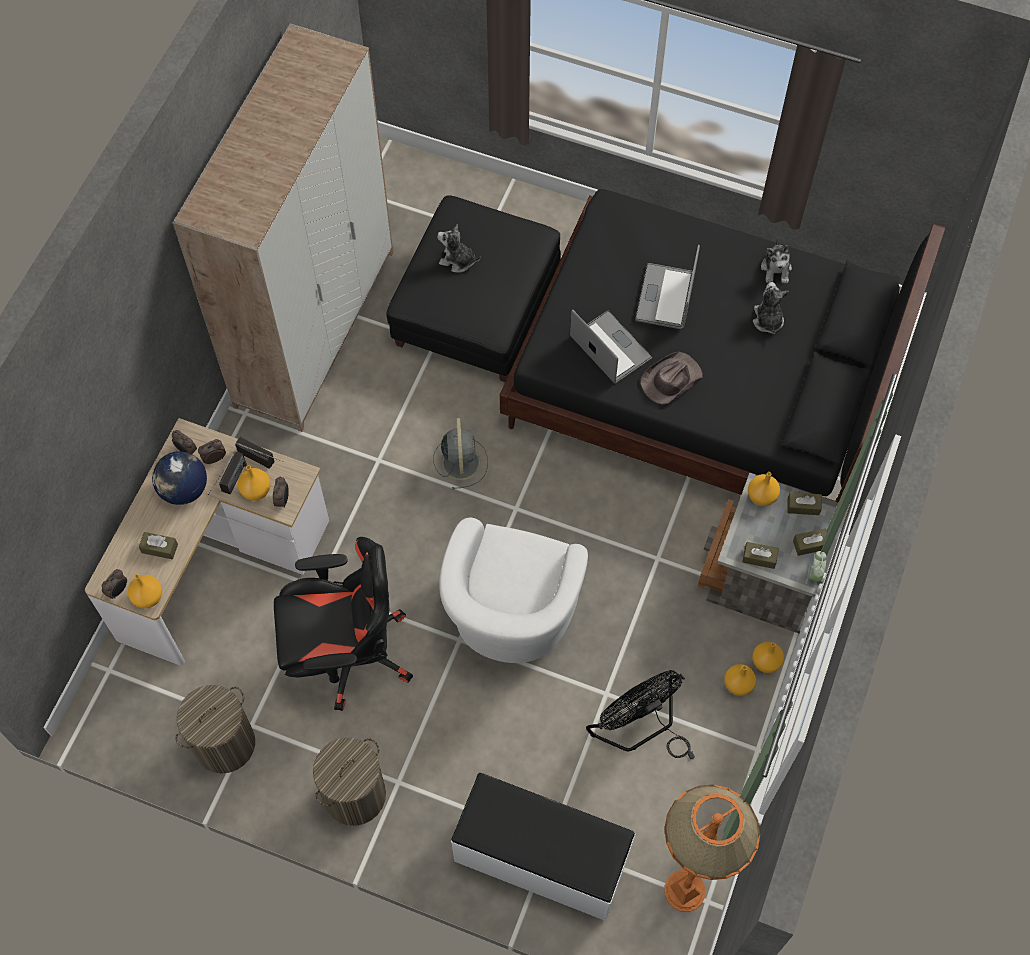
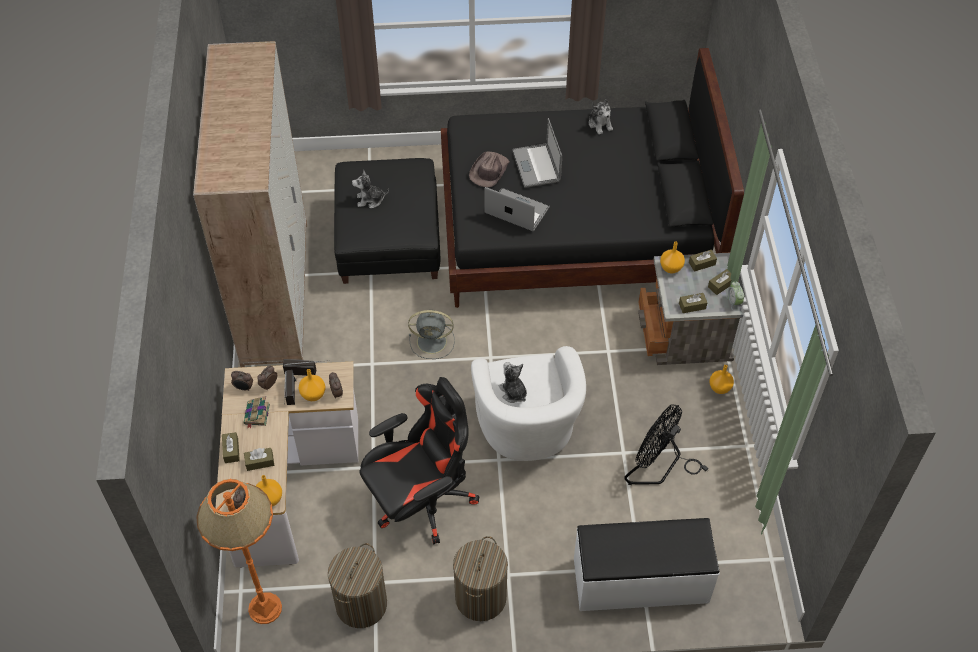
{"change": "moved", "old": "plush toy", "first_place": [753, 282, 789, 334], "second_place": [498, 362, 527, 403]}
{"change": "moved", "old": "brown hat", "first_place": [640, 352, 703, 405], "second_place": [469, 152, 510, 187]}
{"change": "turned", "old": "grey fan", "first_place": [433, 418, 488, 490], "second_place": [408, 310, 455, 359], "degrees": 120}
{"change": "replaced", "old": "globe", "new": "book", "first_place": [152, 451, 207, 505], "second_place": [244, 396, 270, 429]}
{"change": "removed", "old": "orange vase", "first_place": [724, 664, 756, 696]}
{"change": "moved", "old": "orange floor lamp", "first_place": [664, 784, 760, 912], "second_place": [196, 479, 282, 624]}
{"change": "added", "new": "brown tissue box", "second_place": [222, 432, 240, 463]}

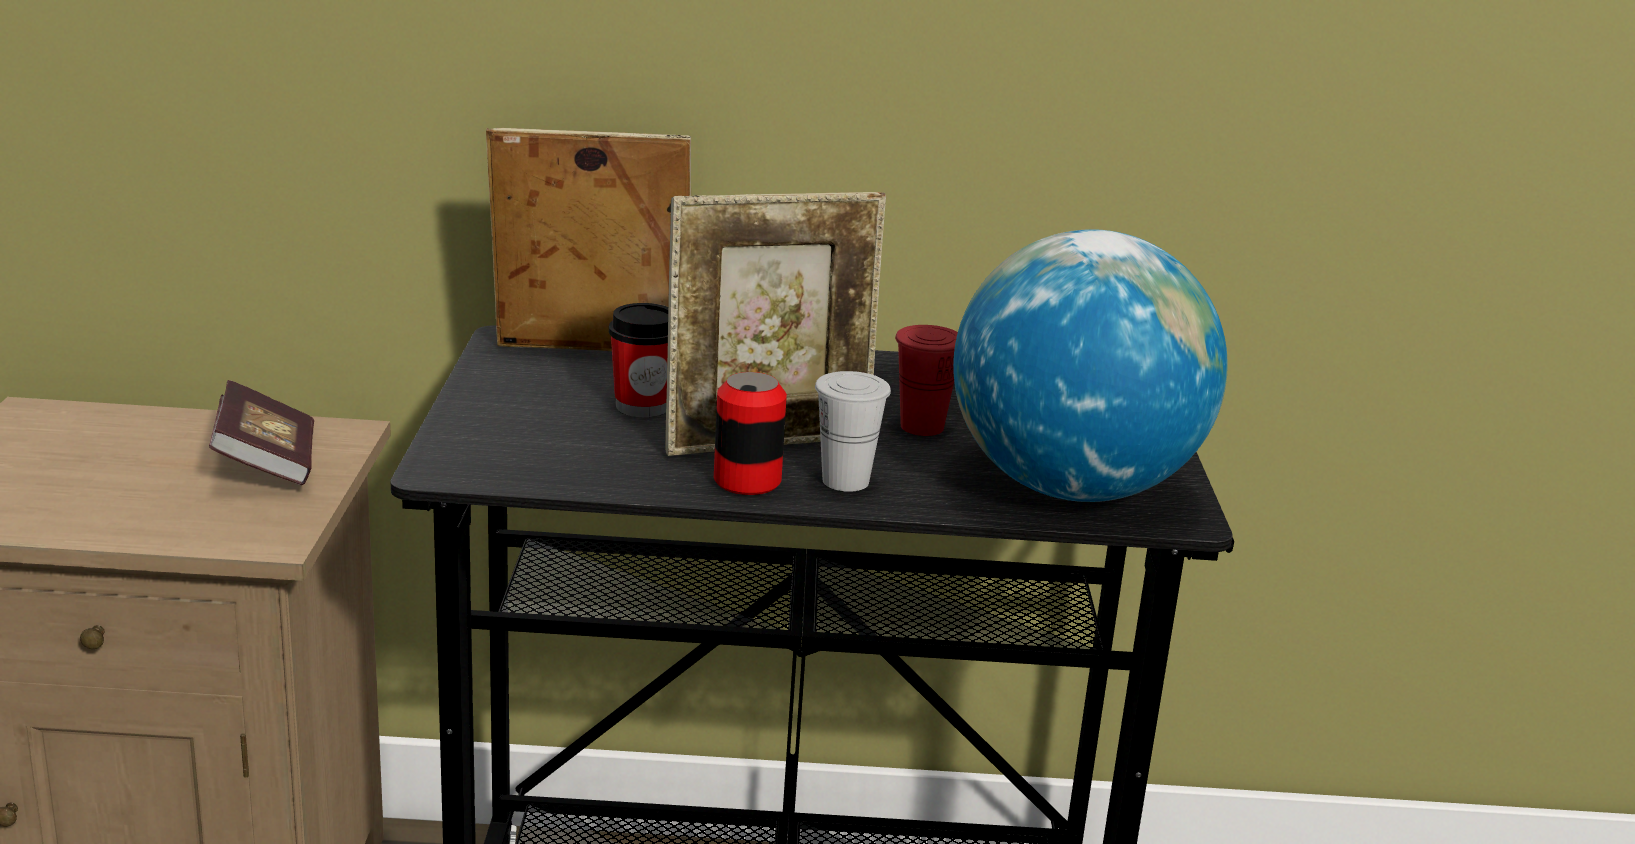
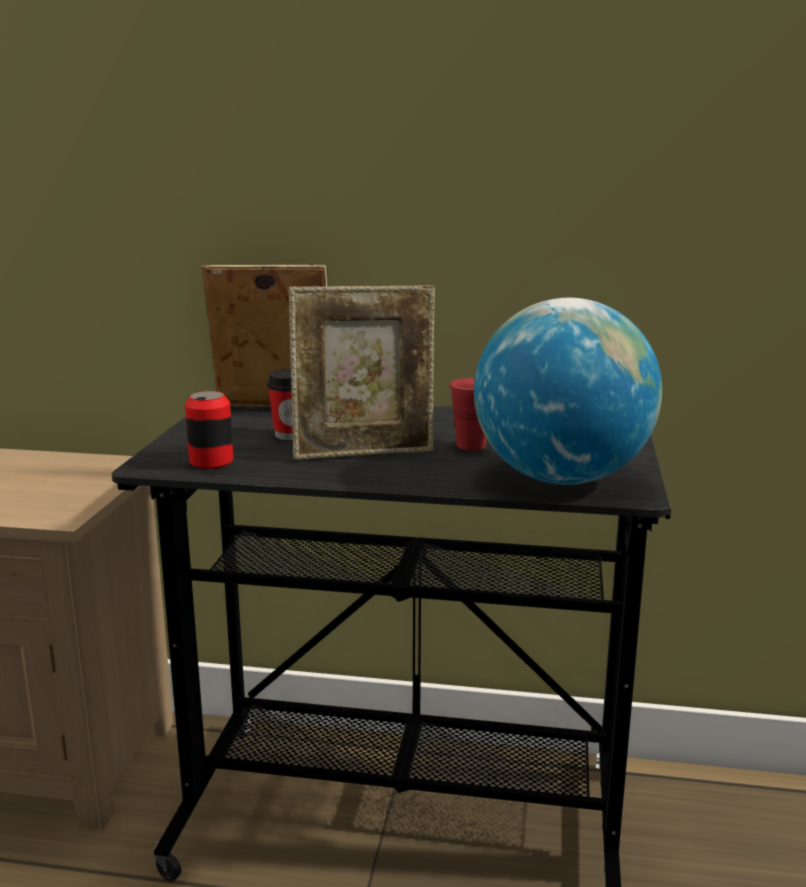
{"change": "removed", "old": "white cup", "first_place": [815, 371, 891, 492]}
{"change": "moved", "old": "can", "first_place": [714, 372, 787, 495], "second_place": [185, 391, 233, 469]}
{"change": "removed", "old": "book", "first_place": [209, 380, 314, 485]}

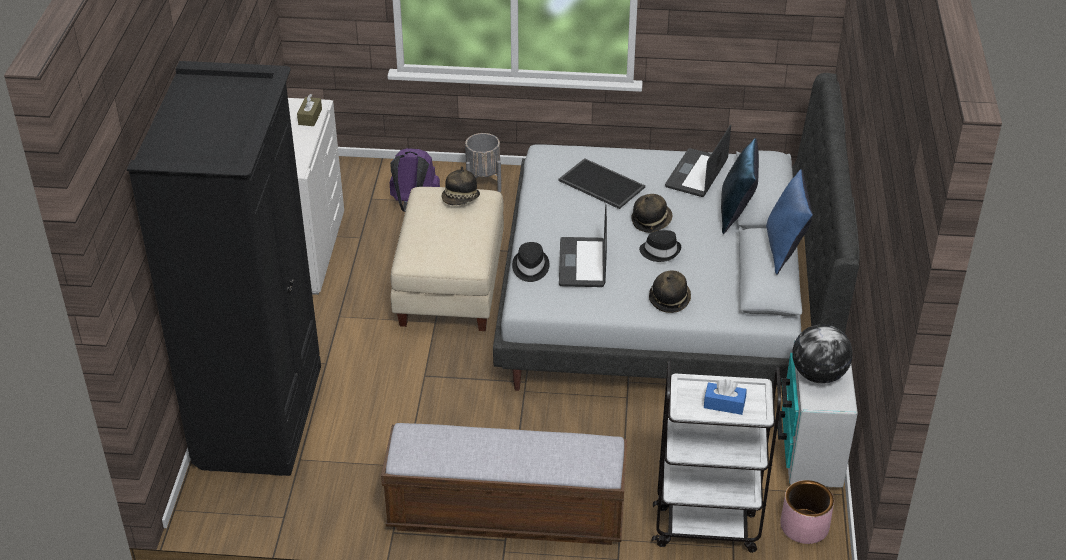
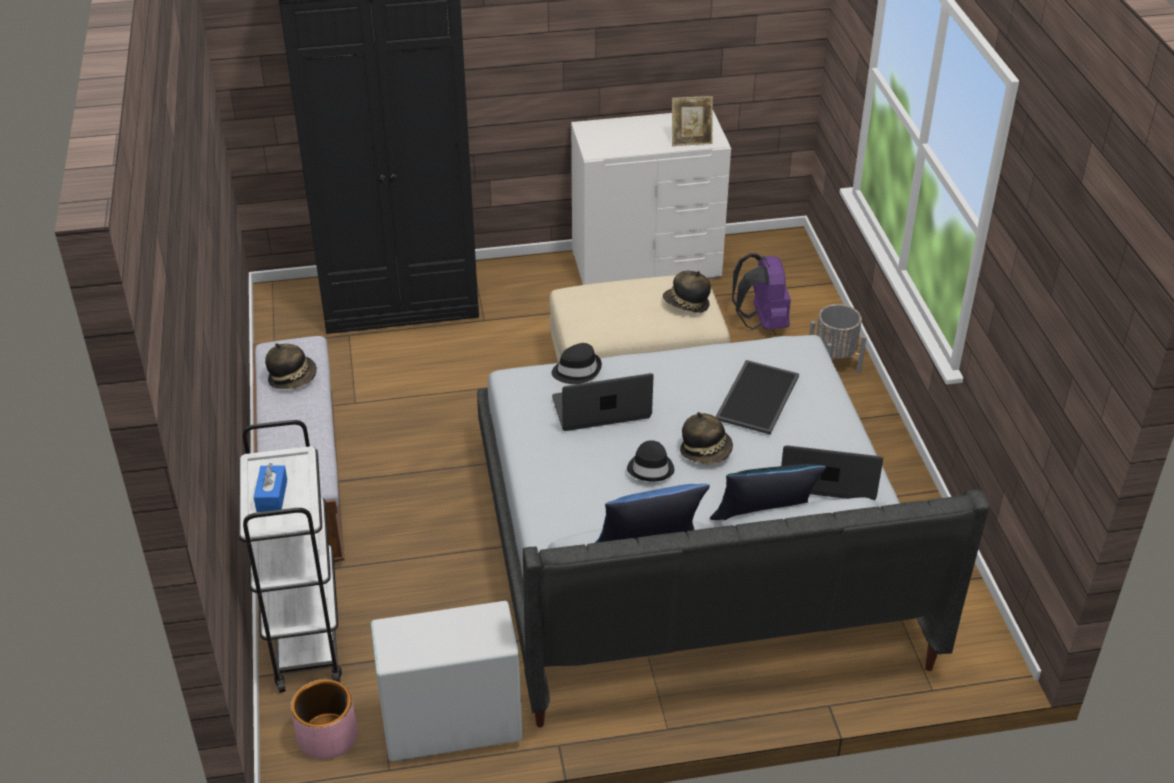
{"change": "replaced", "old": "brown tissue box", "new": "picture frame", "first_place": [297, 94, 322, 126], "second_place": [672, 96, 713, 146]}
{"change": "moved", "old": "hat", "first_place": [649, 270, 691, 313], "second_place": [265, 343, 317, 389]}
{"change": "removed", "old": "globe", "first_place": [792, 324, 853, 384]}

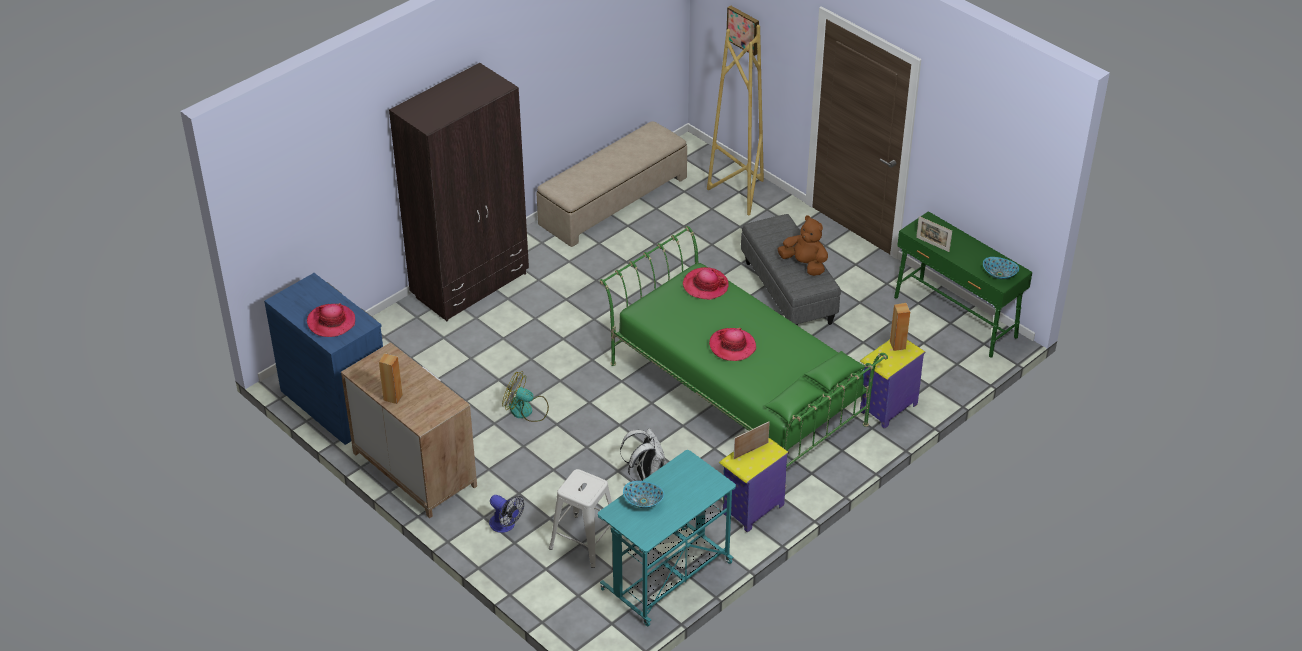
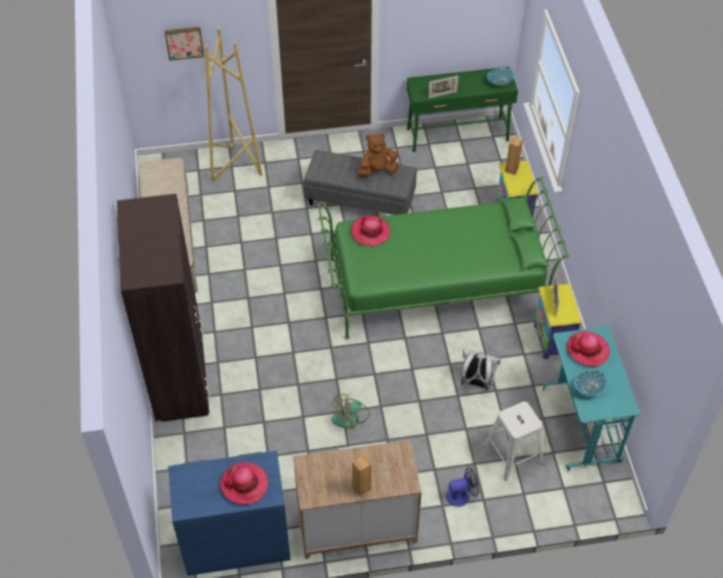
{"change": "moved", "old": "hat", "first_place": [709, 328, 756, 361], "second_place": [567, 331, 610, 367]}

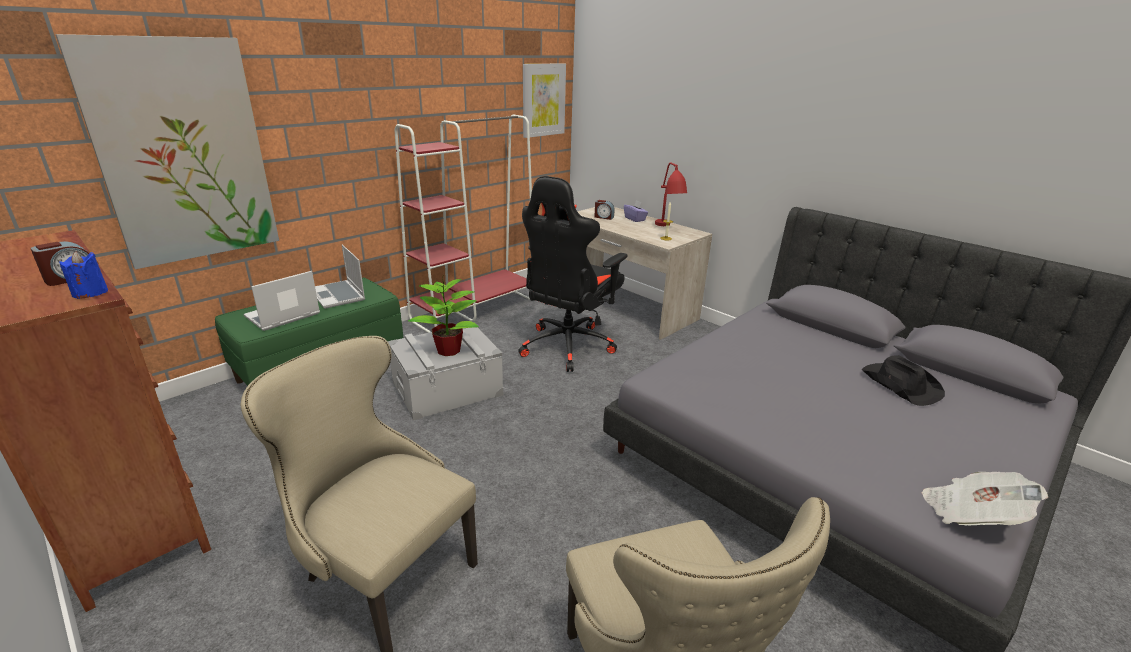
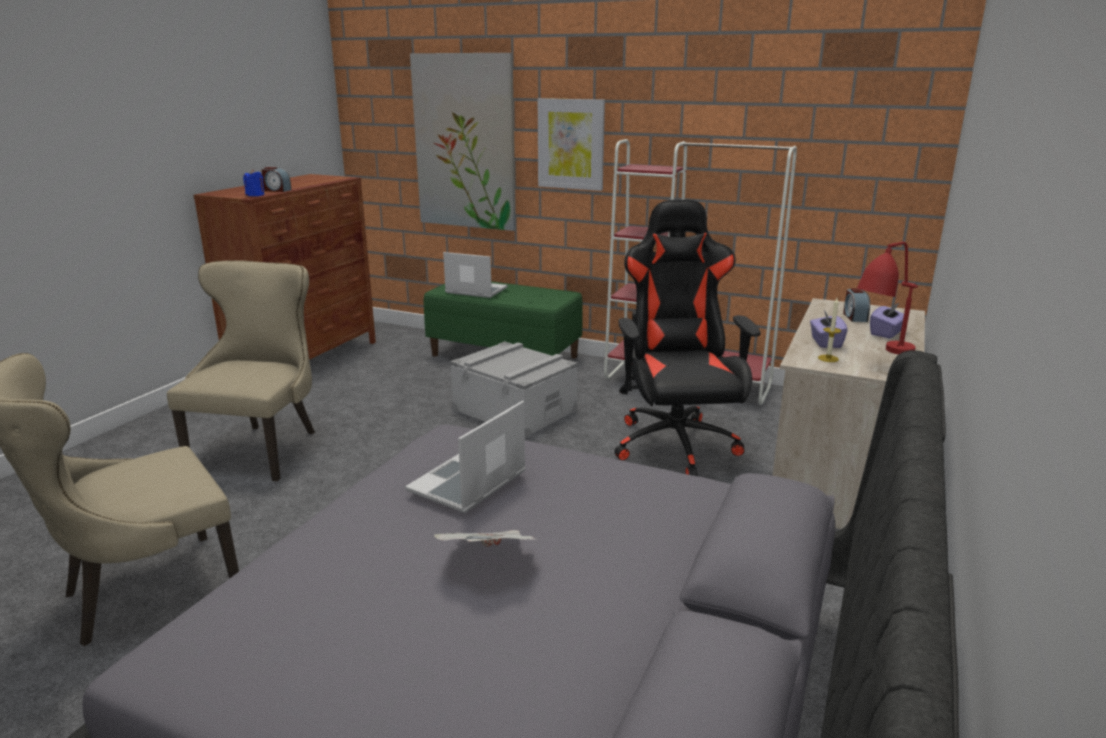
{"change": "moved", "old": "picture", "first_place": [523, 63, 566, 138], "second_place": [538, 98, 605, 191]}
{"change": "turned", "old": "black office chair", "first_place": [518, 176, 627, 372], "second_place": [614, 200, 761, 476], "degrees": 75}
{"change": "moved", "old": "laptop", "first_place": [315, 245, 365, 309], "second_place": [405, 401, 526, 513]}
{"change": "removed", "old": "potted plant", "first_place": [408, 279, 479, 356]}
{"change": "removed", "old": "black hat", "first_place": [862, 355, 945, 406]}
{"change": "moved", "old": "newspaper", "first_place": [922, 472, 1048, 525], "second_place": [434, 530, 535, 547]}
{"change": "added", "new": "purple tissue box", "second_place": [810, 310, 848, 348]}

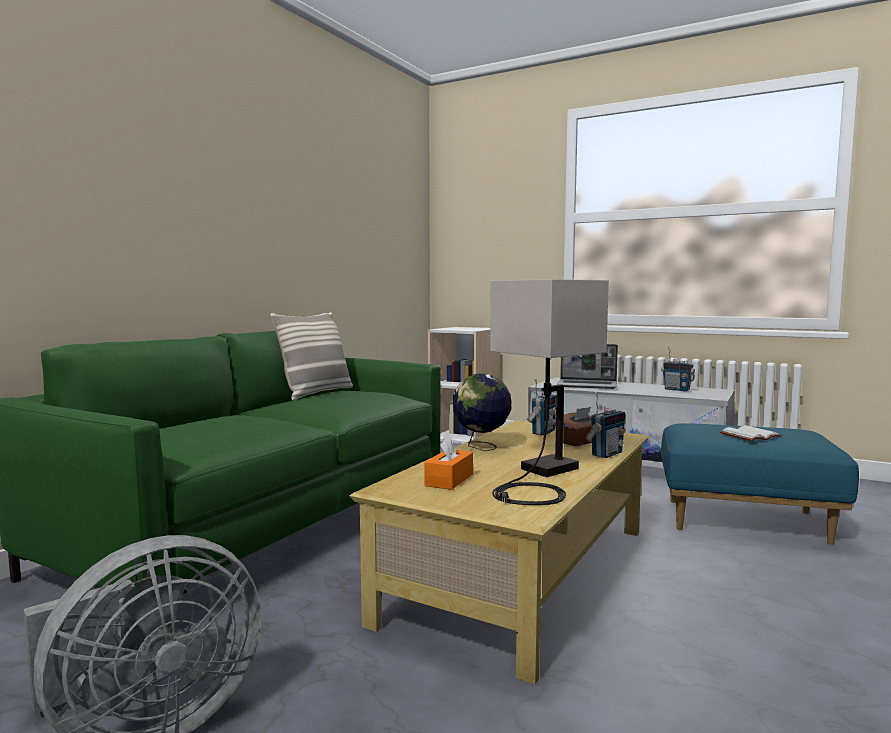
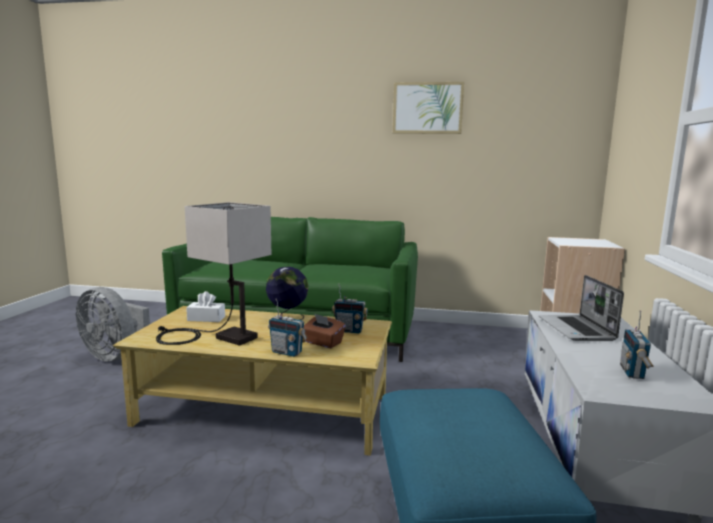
{"change": "removed", "old": "pillow", "first_place": [270, 312, 353, 401]}
{"change": "removed", "old": "white book", "first_place": [720, 425, 782, 441]}
{"change": "recoloured", "old": "orange tissue box", "new": "white tissue box", "first_place": [424, 433, 473, 490], "second_place": [186, 291, 225, 322]}
{"change": "added", "new": "picture", "second_place": [393, 82, 464, 134]}

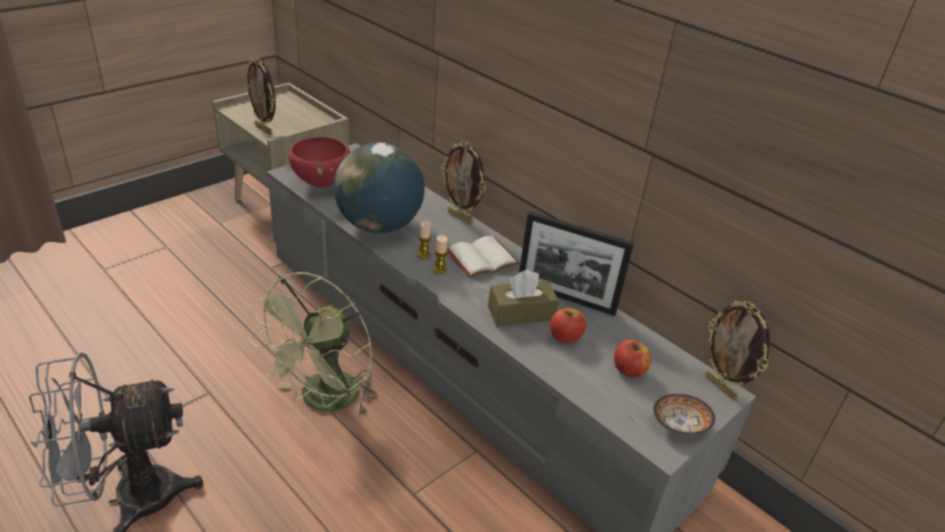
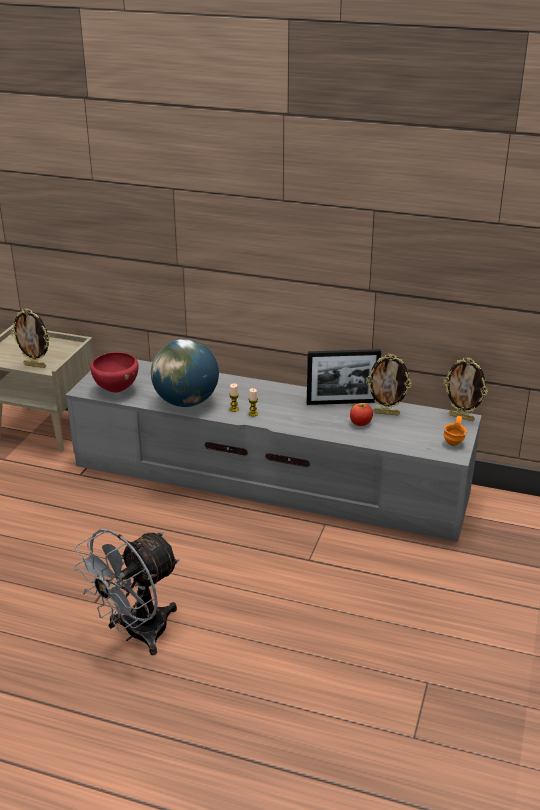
{"change": "moved", "old": "picture frame", "first_place": [441, 141, 486, 224], "second_place": [366, 354, 412, 415]}
{"change": "removed", "old": "white book", "first_place": [447, 236, 520, 278]}
{"change": "removed", "old": "brown tissue box", "first_place": [488, 270, 559, 327]}
{"change": "removed", "old": "green fan", "first_place": [249, 272, 377, 417]}
{"change": "removed", "old": "apple", "first_place": [614, 339, 651, 378]}
{"change": "replaced", "old": "bowl", "new": "orange mug", "first_place": [653, 394, 715, 435], "second_place": [444, 416, 467, 446]}

